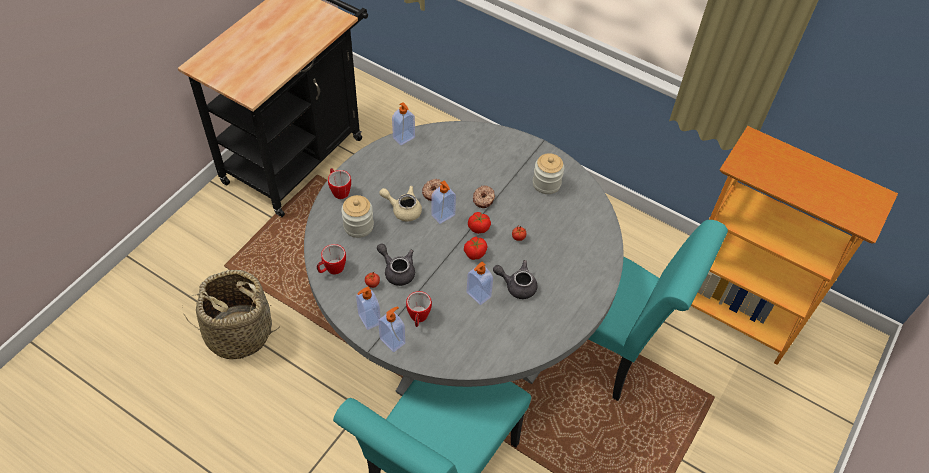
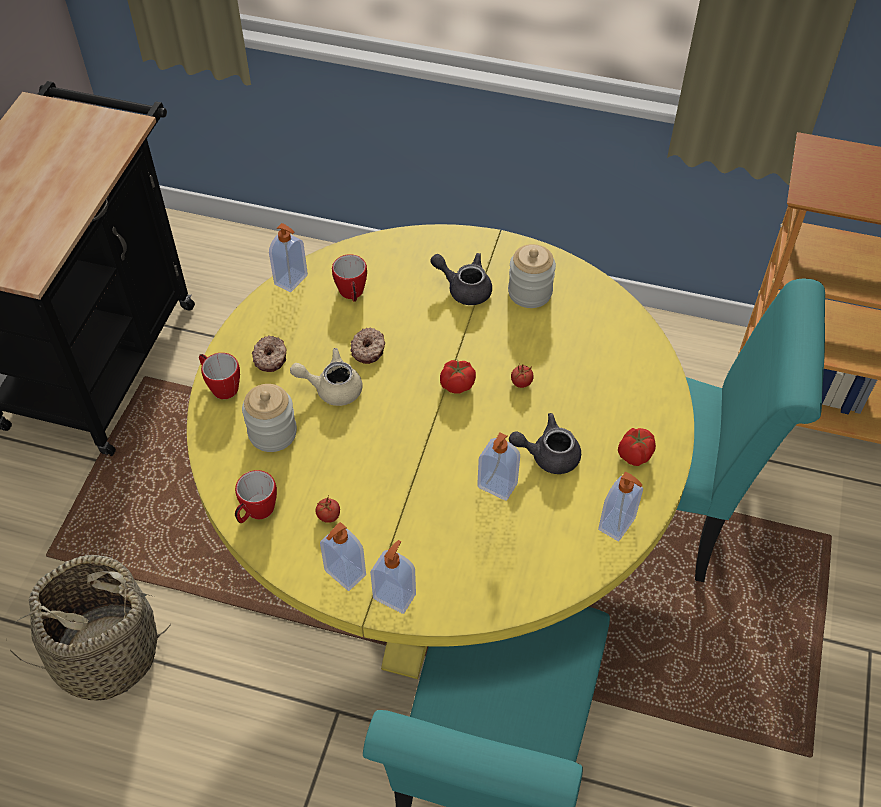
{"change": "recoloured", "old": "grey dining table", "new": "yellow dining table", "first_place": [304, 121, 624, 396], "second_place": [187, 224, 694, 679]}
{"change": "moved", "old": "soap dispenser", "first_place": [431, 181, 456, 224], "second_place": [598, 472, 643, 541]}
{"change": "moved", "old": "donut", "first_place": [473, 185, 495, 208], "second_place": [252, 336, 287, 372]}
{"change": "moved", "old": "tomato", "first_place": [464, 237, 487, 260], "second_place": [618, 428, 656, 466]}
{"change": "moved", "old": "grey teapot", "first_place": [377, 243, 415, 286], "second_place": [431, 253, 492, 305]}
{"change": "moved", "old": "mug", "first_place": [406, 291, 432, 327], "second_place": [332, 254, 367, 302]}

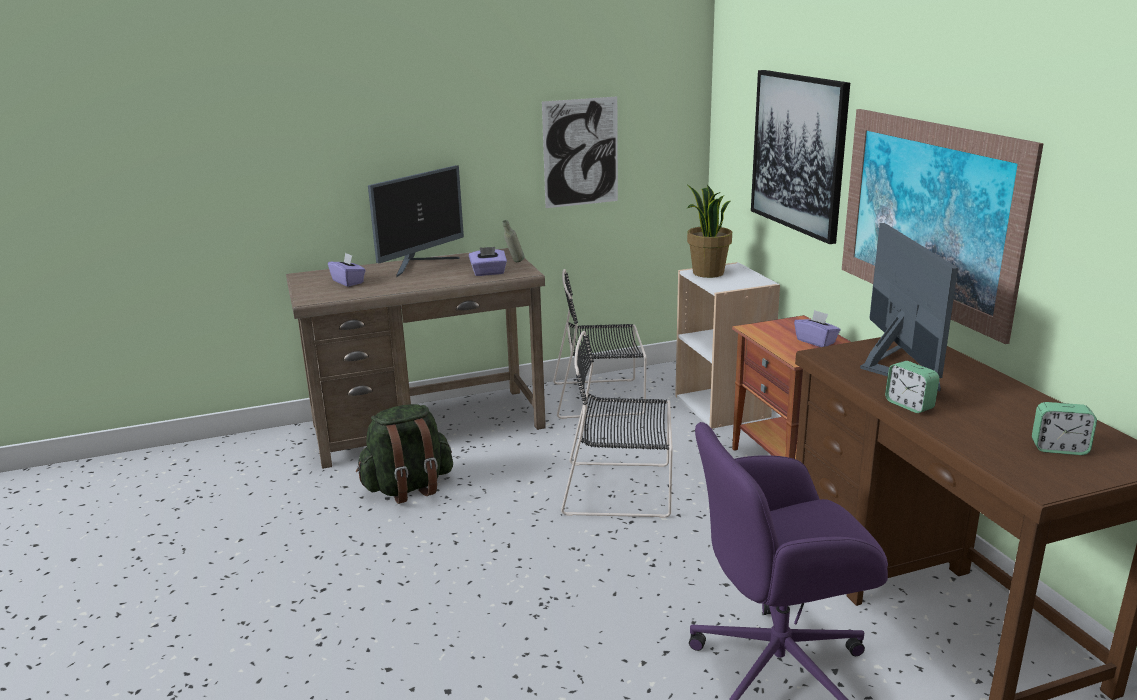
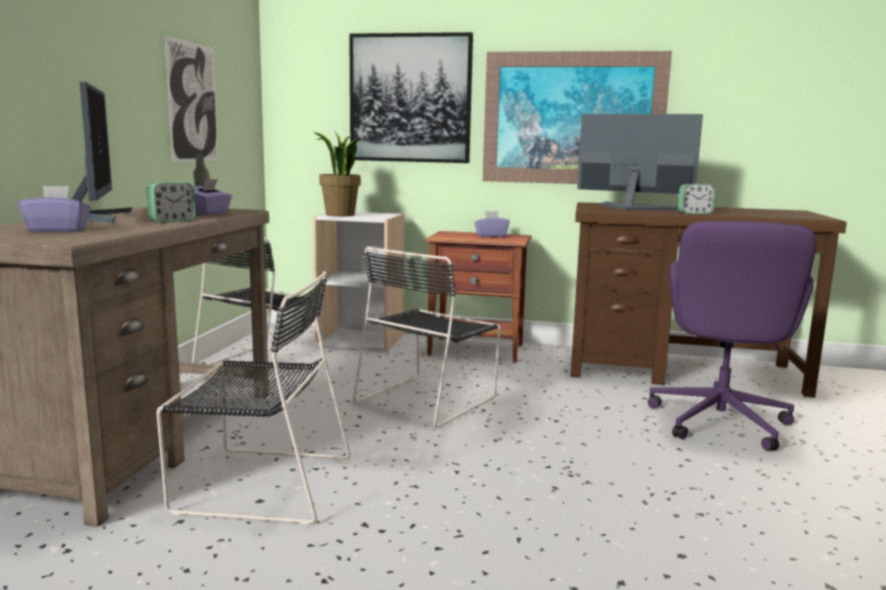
{"change": "moved", "old": "alarm clock", "first_place": [1032, 402, 1097, 455], "second_place": [146, 182, 196, 223]}
{"change": "replaced", "old": "green backpack", "new": "black chair", "first_place": [356, 404, 453, 504], "second_place": [157, 271, 351, 525]}

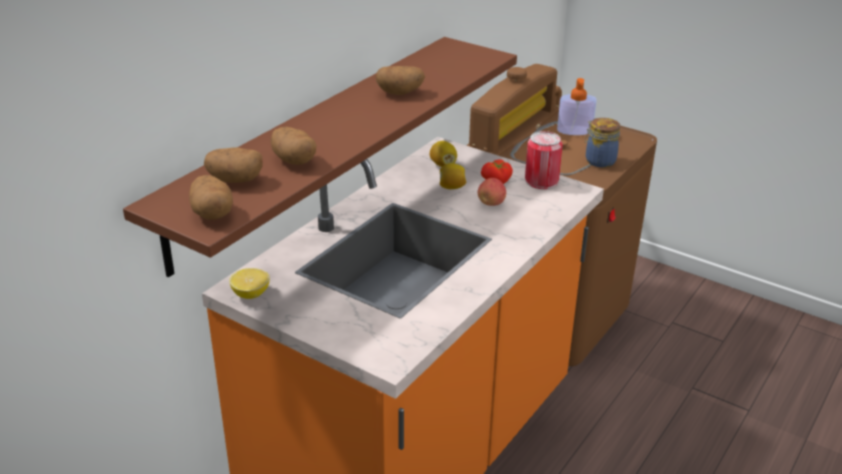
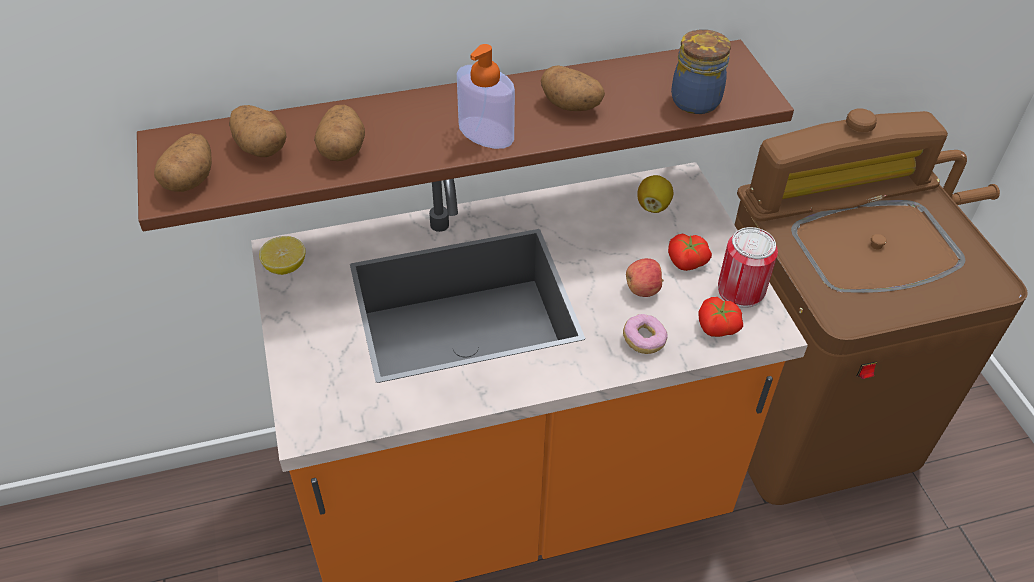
{"change": "moved", "old": "soap dispenser", "first_place": [557, 78, 597, 135], "second_place": [457, 44, 515, 149]}
{"change": "moved", "old": "jar", "first_place": [585, 118, 620, 167], "second_place": [671, 29, 731, 114]}
{"change": "removed", "old": "lemon", "first_place": [440, 163, 467, 189]}
{"change": "added", "new": "tomato", "second_place": [698, 297, 743, 337]}
{"change": "added", "new": "donut", "second_place": [623, 314, 667, 354]}

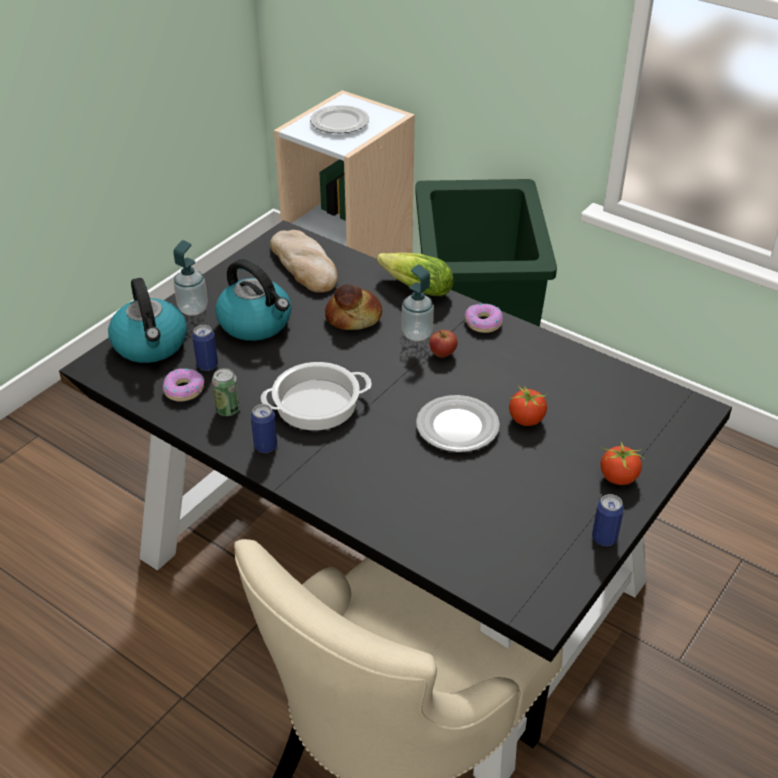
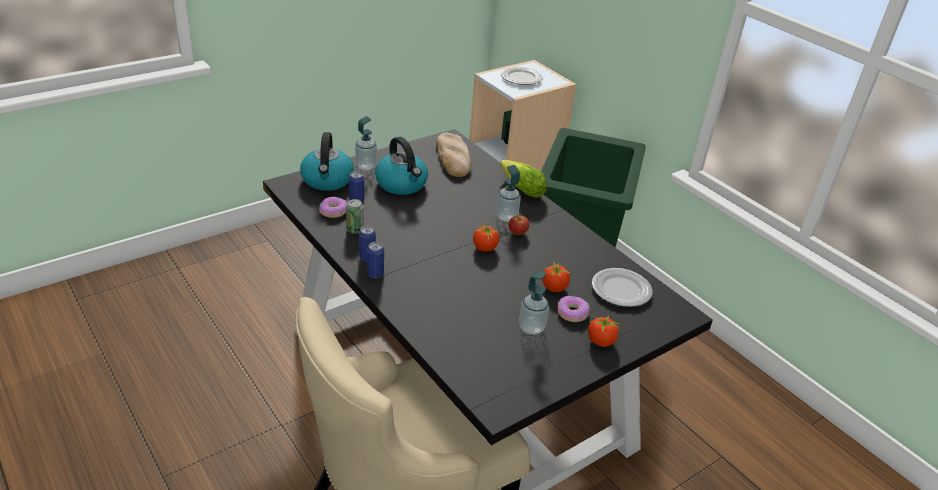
{"change": "removed", "old": "bread", "first_place": [325, 284, 382, 330]}
{"change": "moved", "old": "donut", "first_place": [465, 304, 503, 333], "second_place": [558, 296, 590, 322]}
{"change": "removed", "old": "cooking pot", "first_place": [261, 362, 372, 430]}
{"change": "moved", "old": "plate", "first_place": [416, 395, 500, 452], "second_place": [592, 268, 653, 307]}
{"change": "moved", "old": "can", "first_place": [592, 494, 624, 546], "second_place": [367, 242, 384, 278]}
{"change": "added", "new": "tomato", "second_place": [473, 221, 499, 252]}
{"change": "added", "new": "soap dispenser", "second_place": [519, 272, 549, 335]}

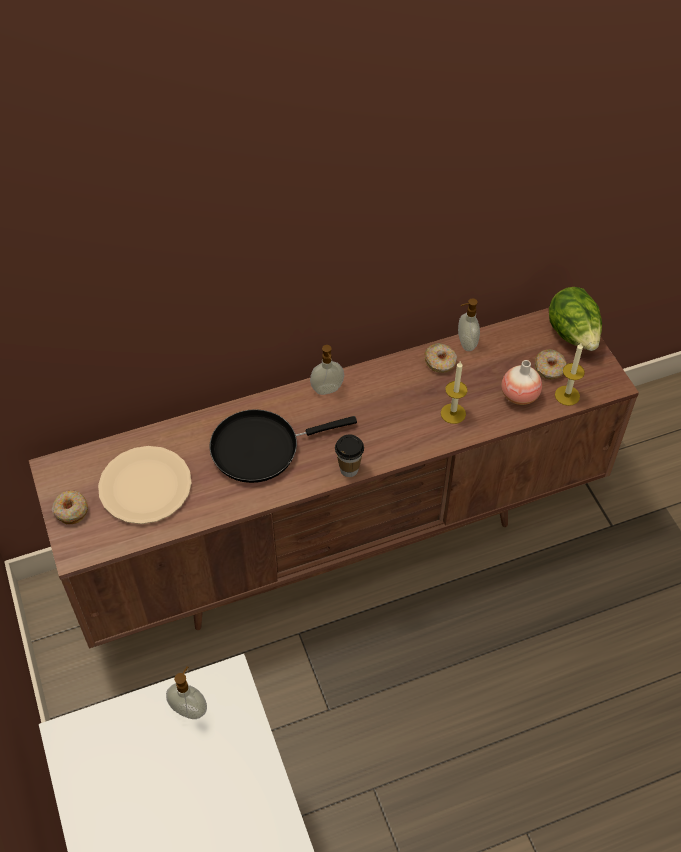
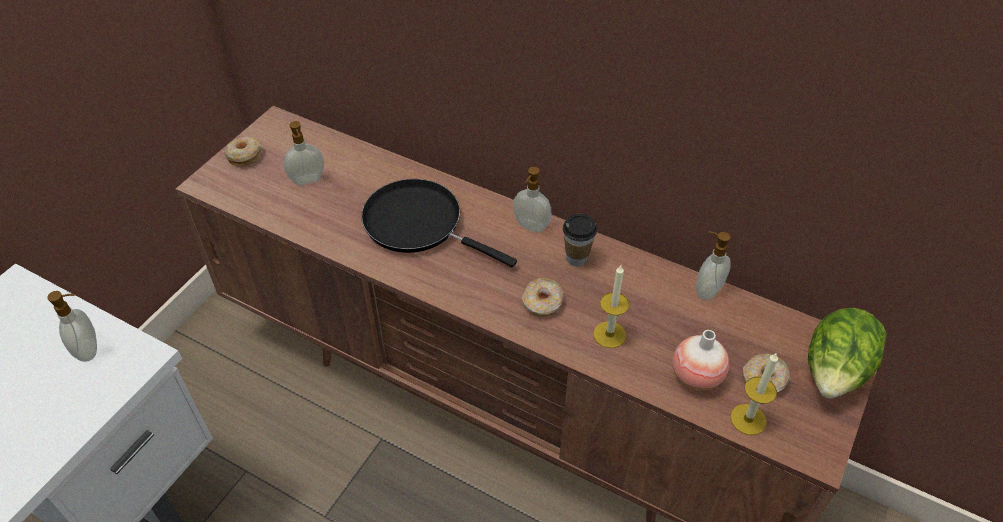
{"change": "moved", "old": "donut", "first_place": [425, 343, 457, 373], "second_place": [522, 278, 564, 317]}
{"change": "moved", "old": "cup", "first_place": [335, 434, 364, 477], "second_place": [563, 214, 597, 267]}
{"change": "replaced", "old": "beige plate", "new": "soap dispenser", "first_place": [98, 446, 192, 524], "second_place": [284, 121, 324, 185]}

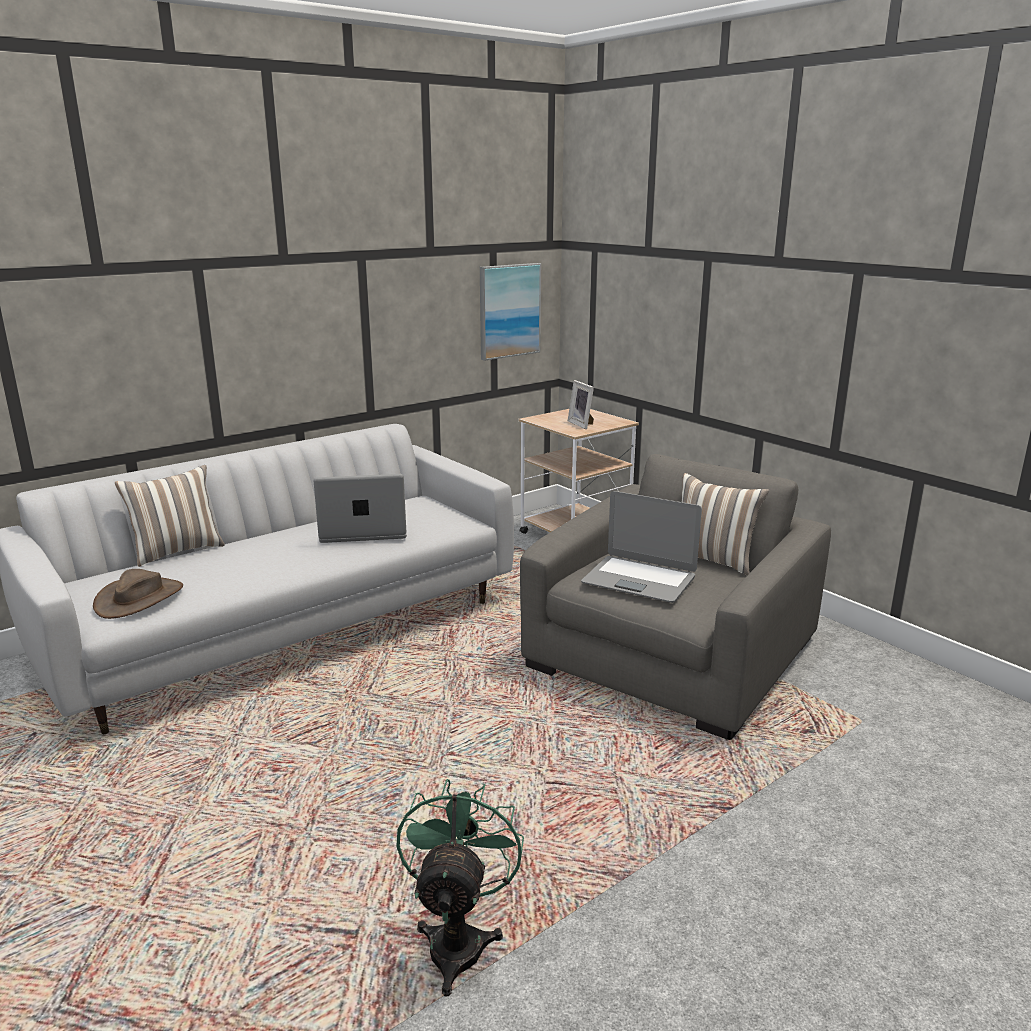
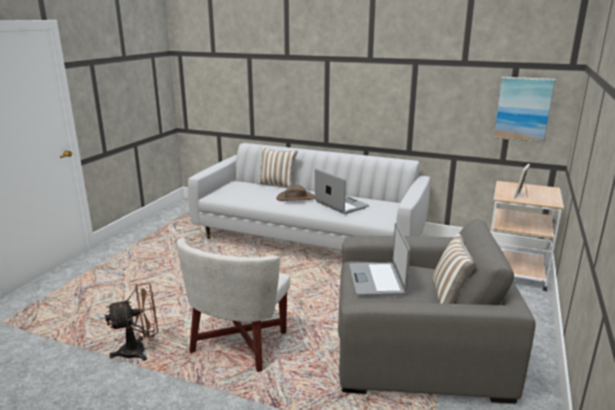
{"change": "moved", "old": "brown hat", "first_place": [93, 569, 183, 619], "second_place": [277, 185, 315, 201]}
{"change": "recoloured", "old": "green fan", "new": "brown fan", "first_place": [396, 779, 524, 997], "second_place": [105, 282, 158, 361]}
{"change": "added", "new": "white armchair", "second_place": [177, 238, 290, 372]}

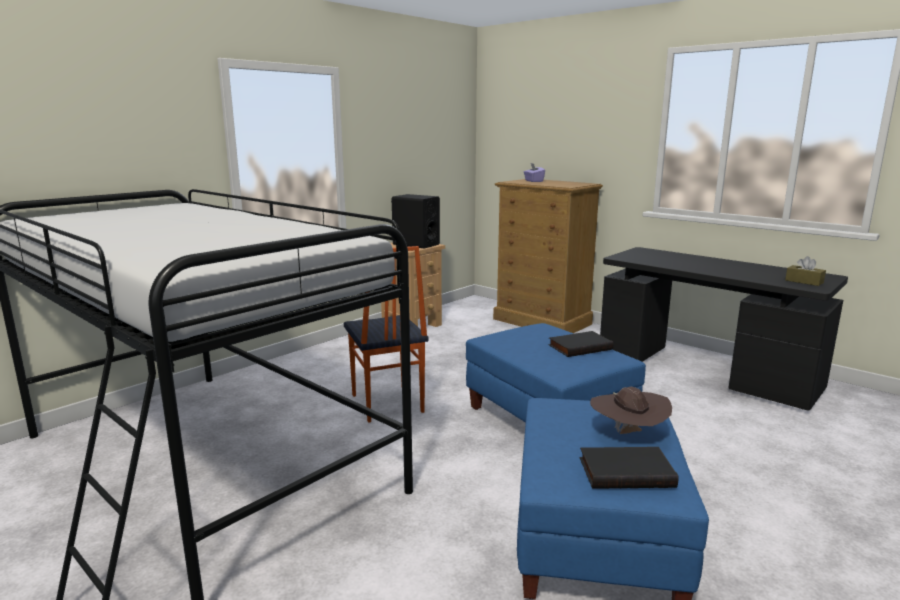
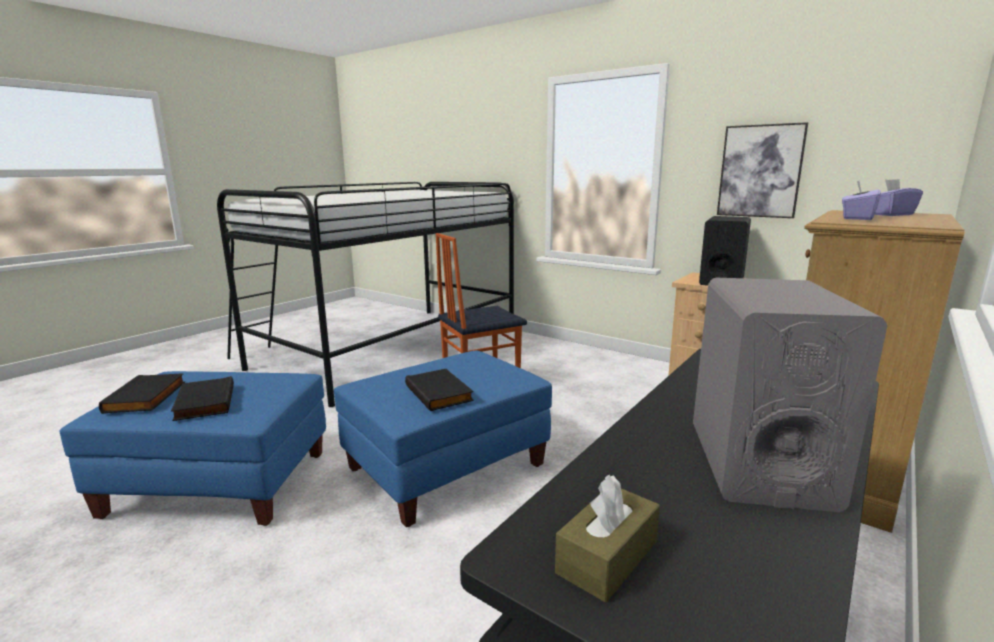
{"change": "replaced", "old": "brown hat", "new": "black book", "first_place": [590, 387, 672, 434], "second_place": [171, 376, 234, 421]}
{"change": "added", "new": "picture", "second_place": [717, 122, 808, 218]}
{"change": "added", "new": "purple tissue box", "second_place": [842, 181, 881, 220]}
{"change": "added", "new": "grey speaker", "second_place": [693, 278, 887, 512]}

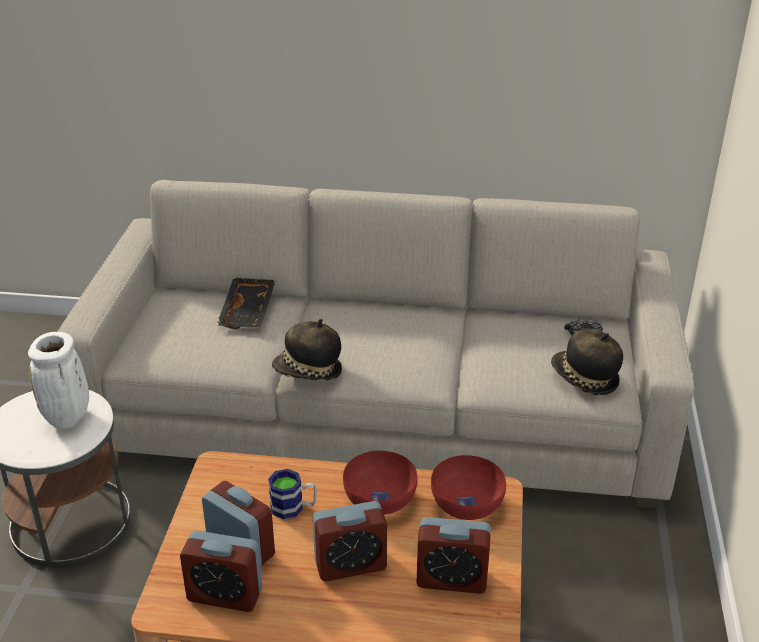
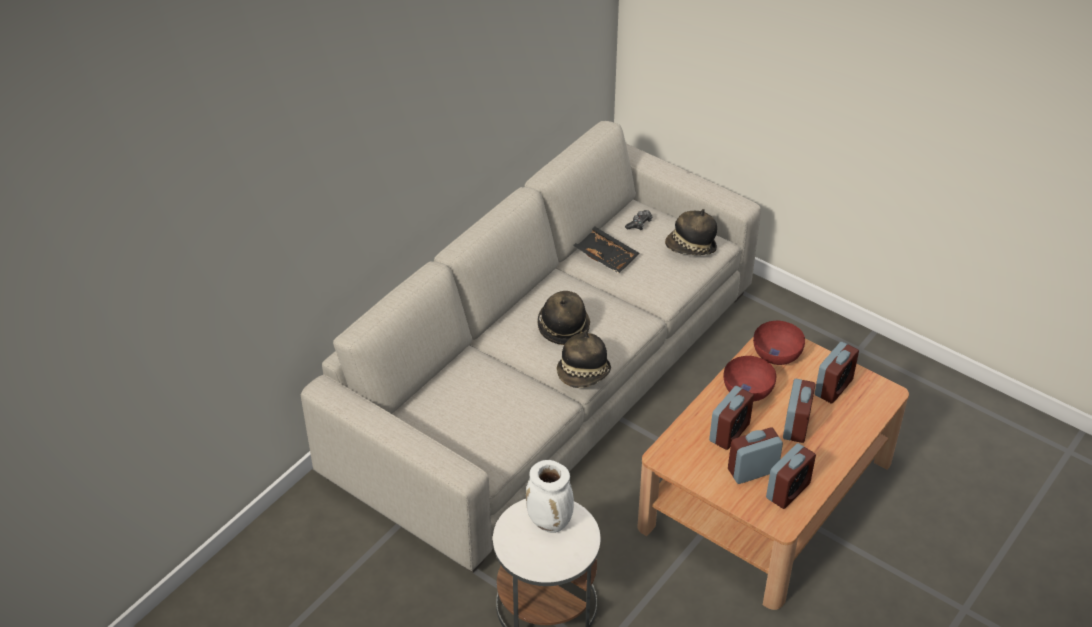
{"change": "moved", "old": "black tray", "first_place": [217, 278, 276, 329], "second_place": [573, 227, 640, 274]}
{"change": "replaced", "old": "mug", "new": "alarm clock", "first_place": [268, 469, 317, 519], "second_place": [709, 386, 754, 450]}
{"change": "added", "new": "hat", "second_place": [537, 291, 590, 345]}

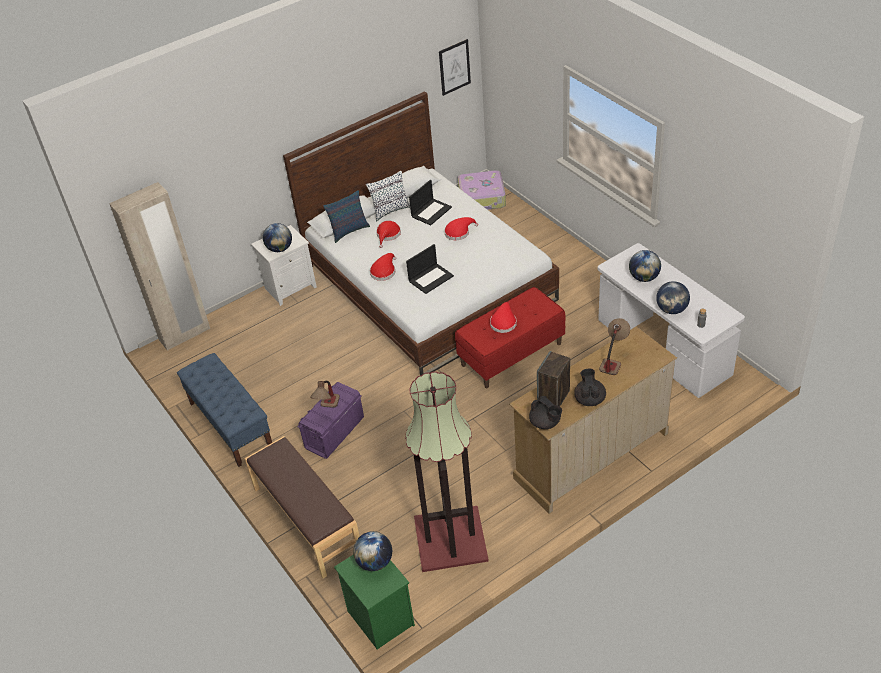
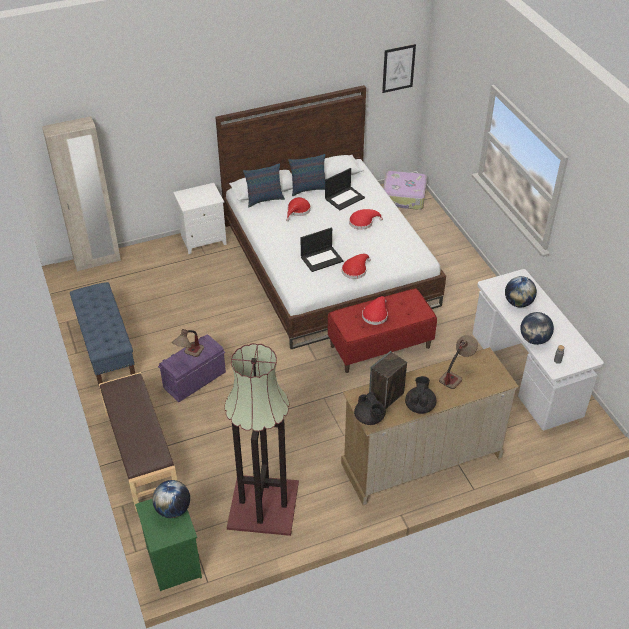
{"change": "recoloured", "old": "white pillow", "new": "blue pillow", "first_place": [366, 171, 410, 222], "second_place": [288, 154, 325, 196]}
{"change": "removed", "old": "globe", "first_place": [263, 223, 292, 252]}
{"change": "moved", "old": "red hat", "first_place": [370, 253, 396, 281], "second_place": [342, 254, 371, 279]}

